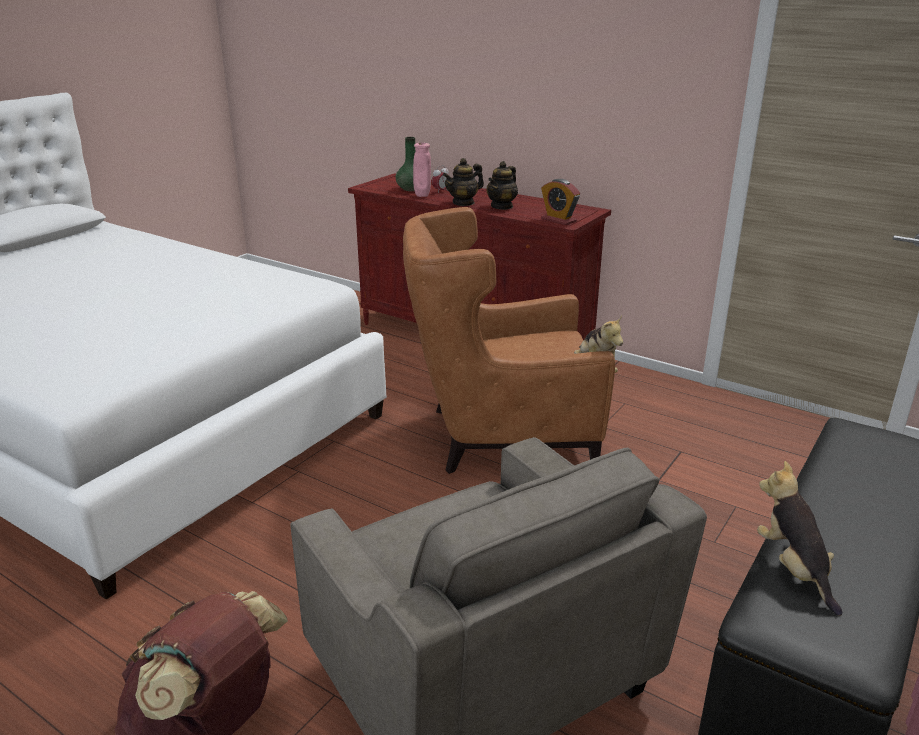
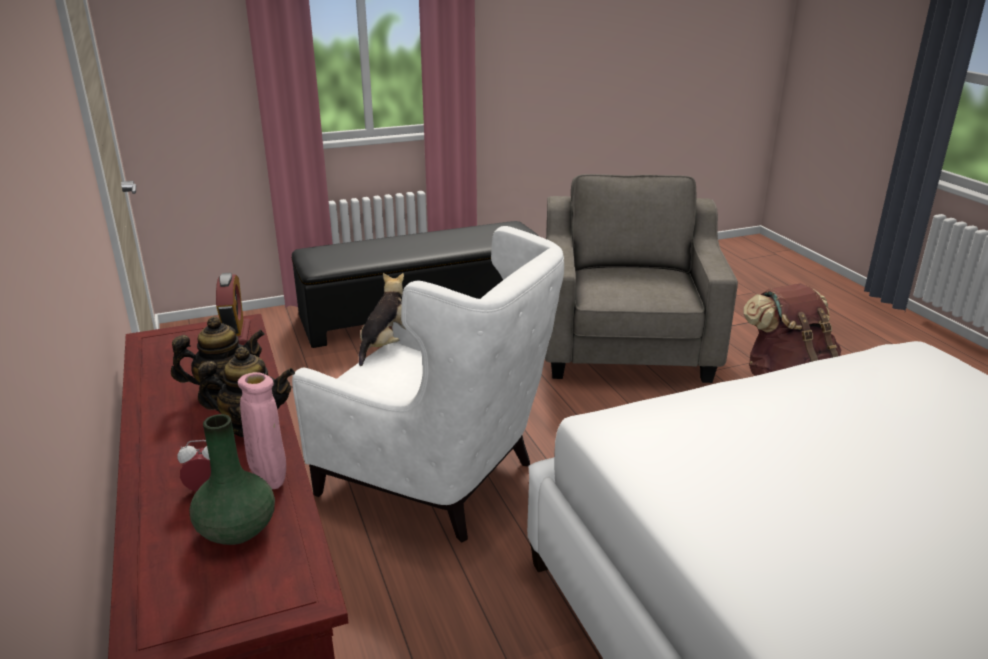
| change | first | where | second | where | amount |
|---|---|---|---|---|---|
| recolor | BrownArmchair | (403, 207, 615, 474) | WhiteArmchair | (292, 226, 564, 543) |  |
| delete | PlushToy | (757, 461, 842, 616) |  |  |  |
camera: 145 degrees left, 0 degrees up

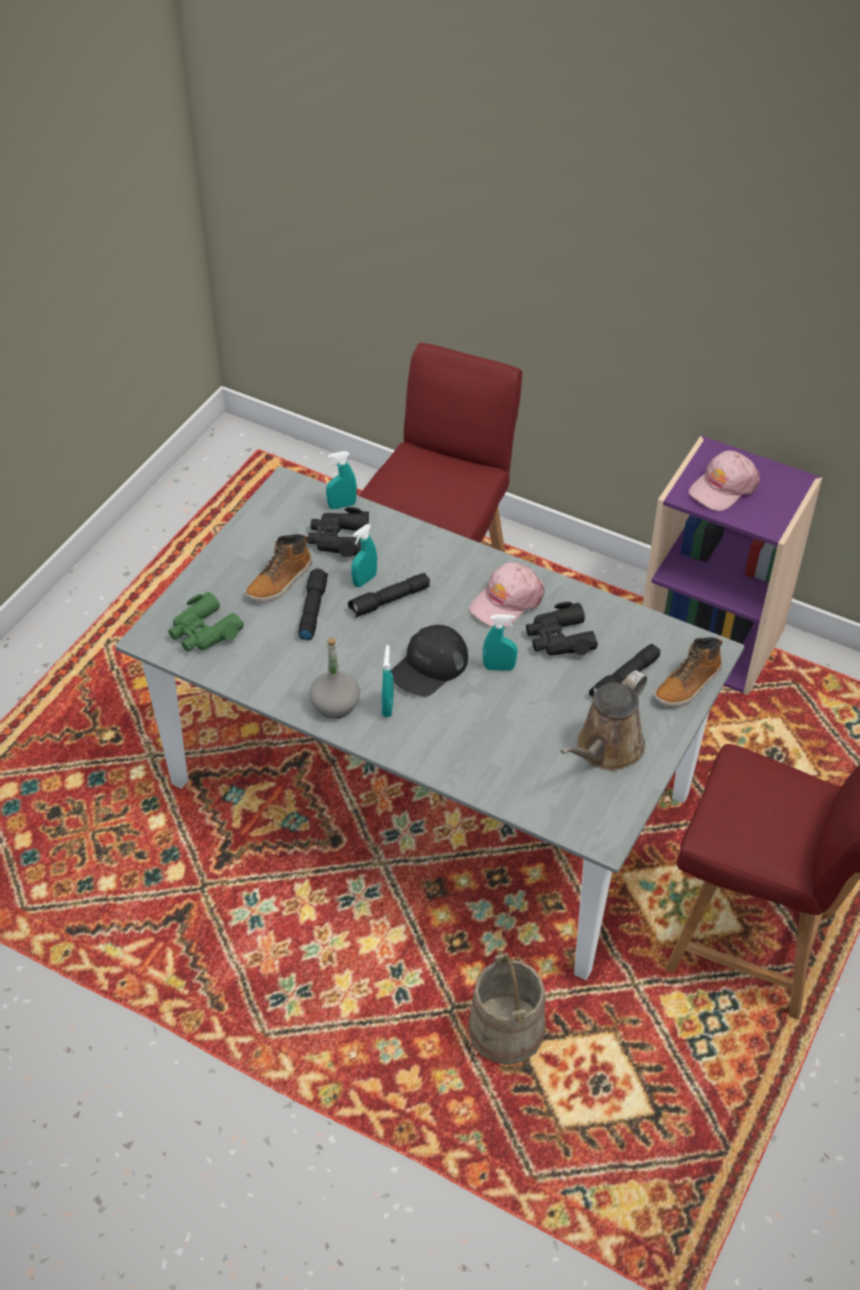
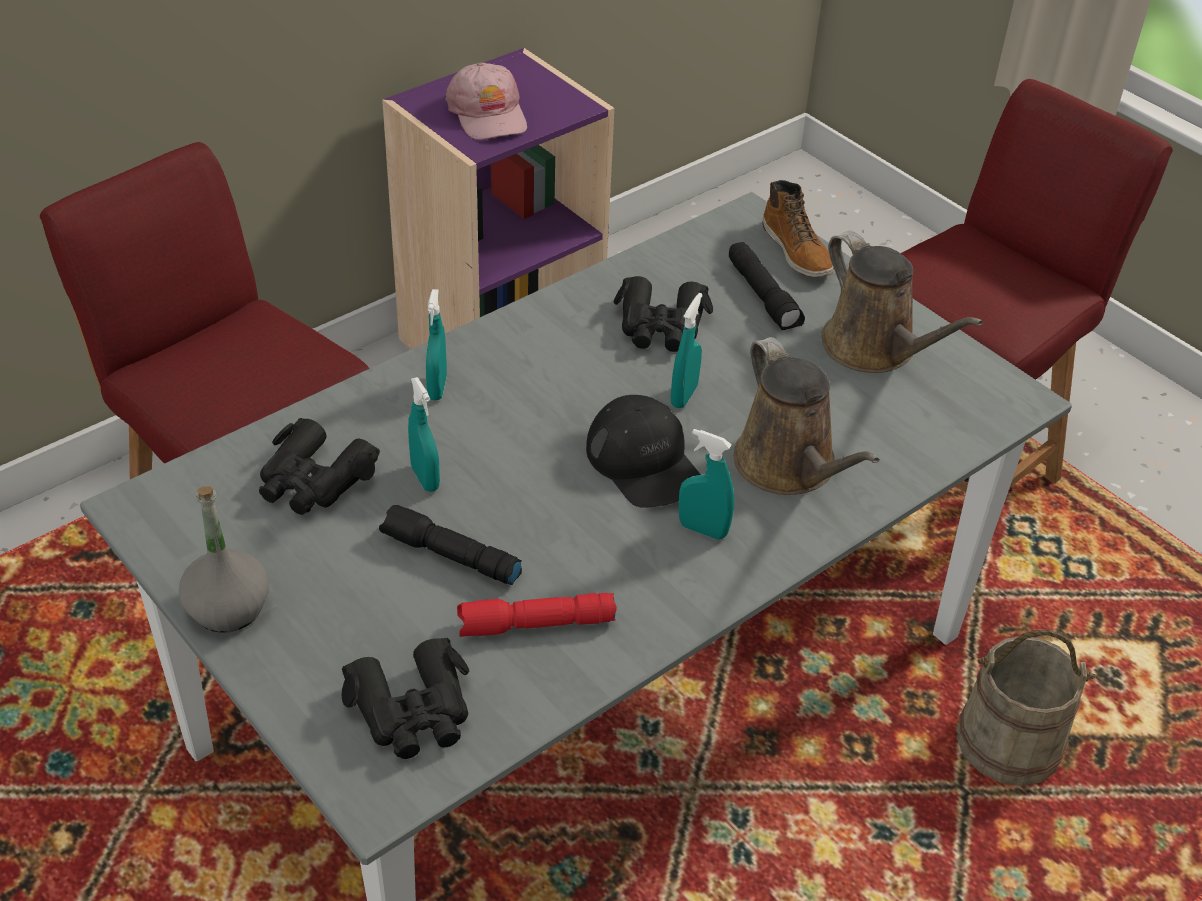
| change | first | where | second | where | amount |
|---|---|---|---|---|---|
| recolor | GreenBinoculars | (168, 592, 244, 651) | BlackBinoculars | (342, 638, 469, 759) |  |
| delete | Boot | (246, 534, 312, 602) |  |  |  |
| move | GreyBottle | (309, 638, 360, 719) |  | (179, 486, 269, 633) |  |
| move | TurquoiseSprayBottle | (326, 451, 357, 509) |  | (426, 289, 447, 400) |  |
| delete | BlackFlashlight | (348, 573, 430, 617) |  |  |  |
| delete | PinkCap | (469, 562, 545, 628) |  |  |  |
| insert |  |  | RedFlashlight | (457, 593, 617, 637) |  |
| insert |  |  | BrownWateringCan | (734, 337, 880, 495) |  |
camera: 70 degrees left, 5 degrees down

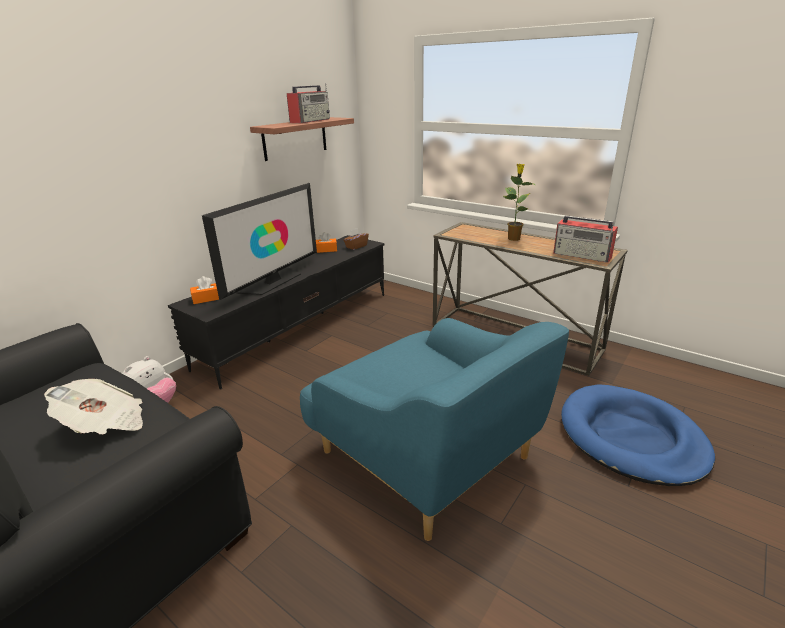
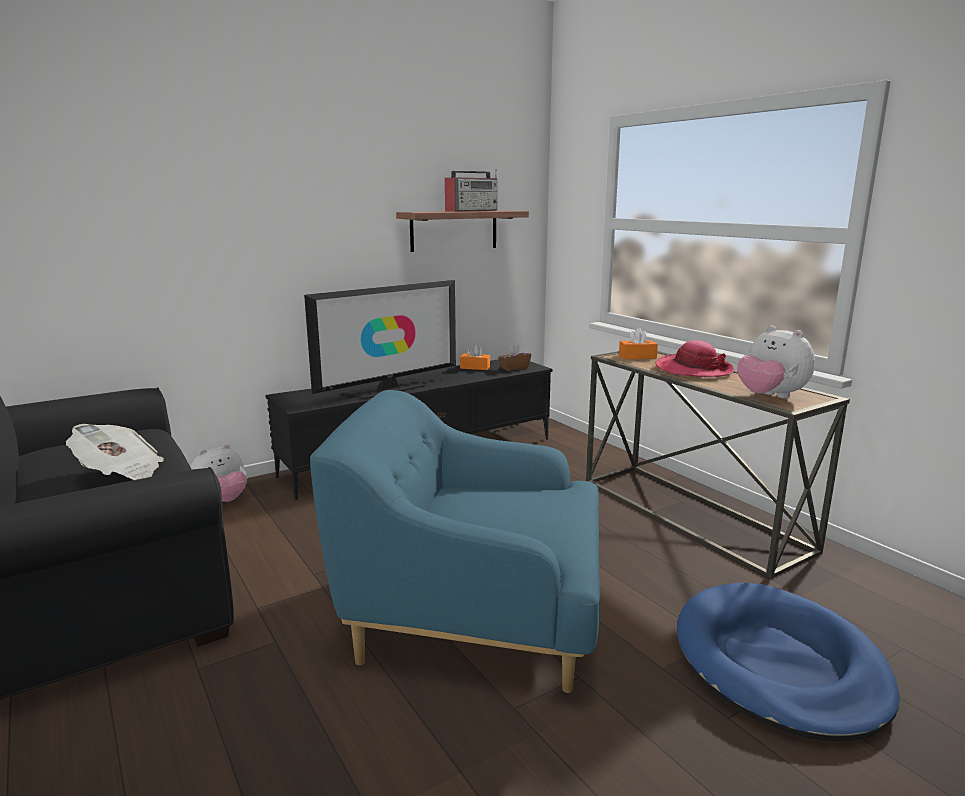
| change | first | where | second | where | amount |
|---|---|---|---|---|---|
| move | OrangeTissueBox | (190, 276, 219, 304) |  | (619, 328, 658, 359) |  |
| rotate | BlueArmchair | (300, 318, 569, 541) |  | (310, 390, 600, 693) | 120 degrees clockwise |
| replace | PottedPlant | (503, 164, 536, 241) | Hat | (655, 340, 734, 377) |  |
| replace | Radio | (553, 215, 618, 263) | PlushToy | (737, 326, 815, 399) |  |
camera: 20 degrees right, 10 degrees down

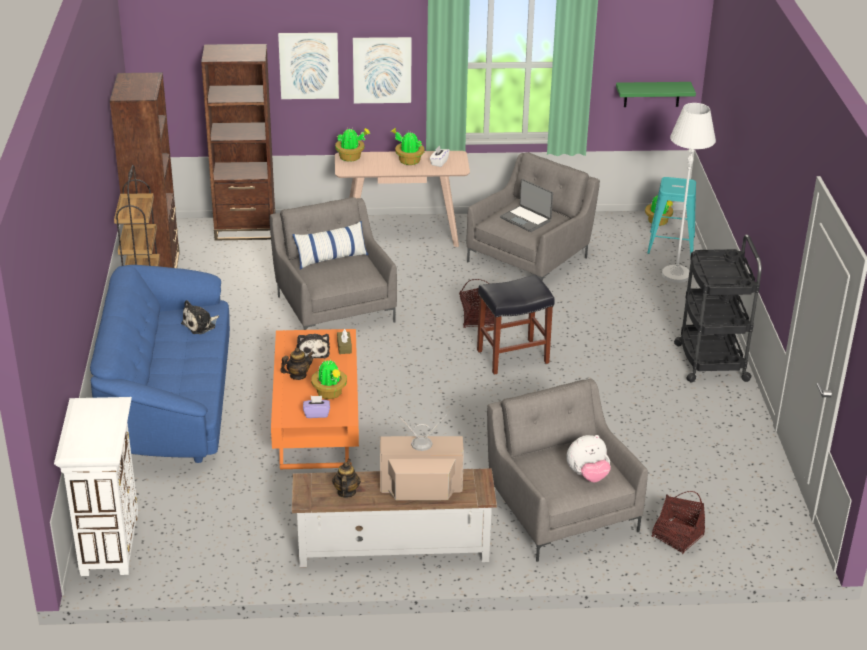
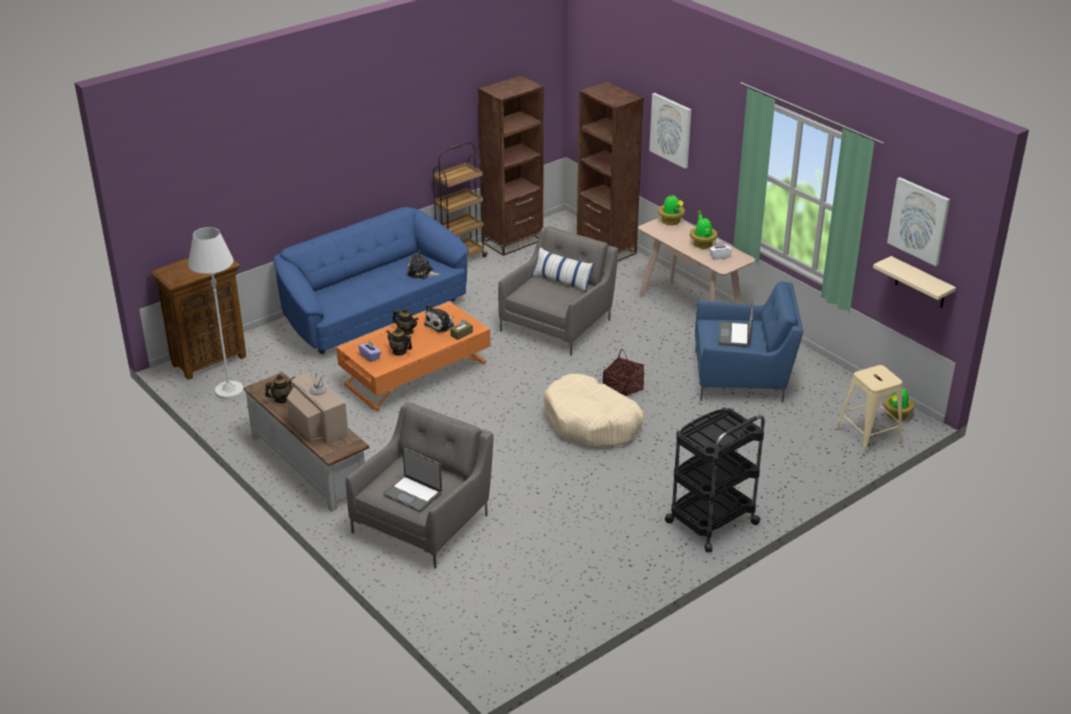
| change | first | where | second | where | amount |
|---|---|---|---|---|---|
| recolor | WhiteCabinet | (54, 397, 138, 576) | BrownCabinet | (149, 258, 246, 380) |  |
| replace | PottedPlant | (311, 358, 347, 399) | Teapot | (386, 328, 412, 356) |  |
| move | Picture | (353, 37, 412, 103) |  | (887, 177, 950, 266) |  |
| recolor | GreyArmchair | (467, 152, 600, 281) | BlueArmchair | (695, 281, 803, 402) |  |
| replace | BlackStool | (477, 275, 555, 375) | BeigeDogBed | (544, 374, 644, 447) |  |
| replace | PlushToy | (566, 435, 611, 482) | Laptop | (383, 448, 442, 512) |  |
| recolor | GreenShelf | (616, 82, 696, 107) | BeigeShelf | (873, 256, 956, 308) |  |
| recolor | TurquoiseStool | (647, 177, 696, 254) | BeigeStool | (835, 365, 903, 455) |  |
| delete | Basket | (652, 491, 705, 554) |  |  |  |
| move | WhiteFloorLamp | (662, 103, 716, 283) |  | (188, 227, 244, 400) |  |
camera: 55 degrees right, 0 degrees up

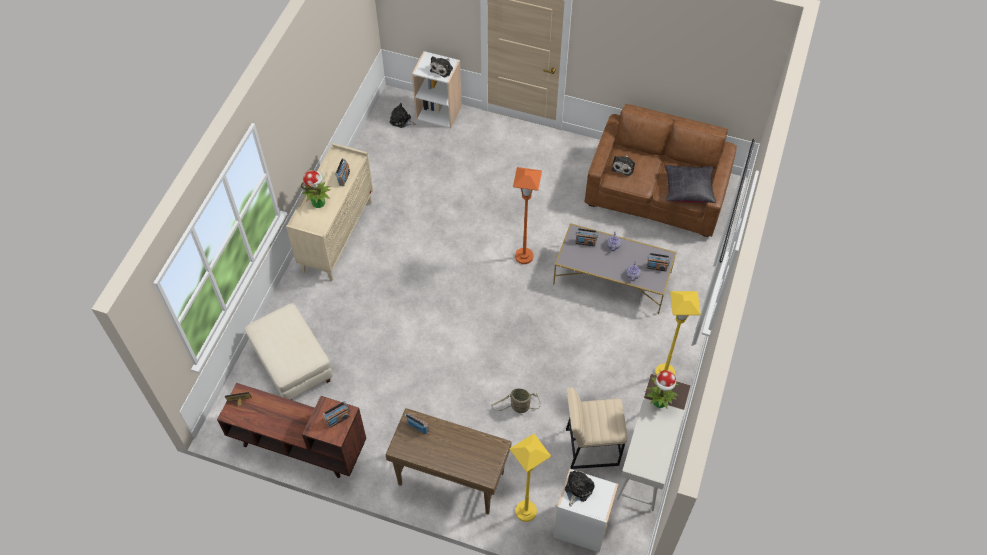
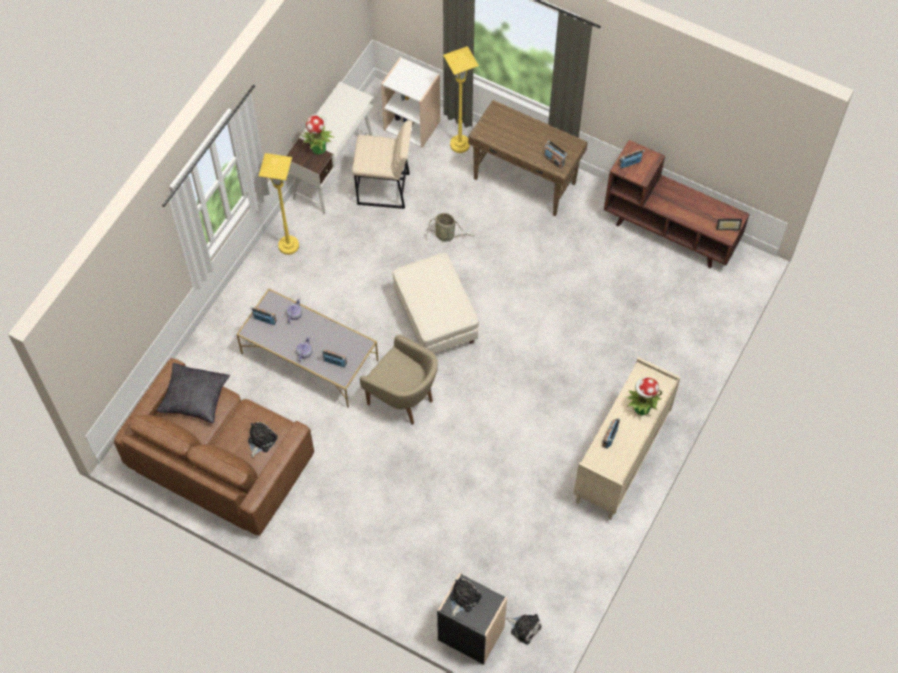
| change | first | where | second | where | amount |
|---|---|---|---|---|---|
| move | BeigeOttoman | (245, 303, 333, 400) |  | (393, 253, 479, 354) |  |
| recolor | WhiteBookcase | (412, 51, 462, 128) | BlackBookcase | (437, 573, 507, 665) |  |
| replace | OrangeFloorLamp | (513, 167, 542, 264) | BeigeArmchair | (360, 335, 438, 425) |  |
| delete | PlushToy | (565, 471, 595, 507) |  |  |  |
camera: 170 degrees left, 5 degrees up

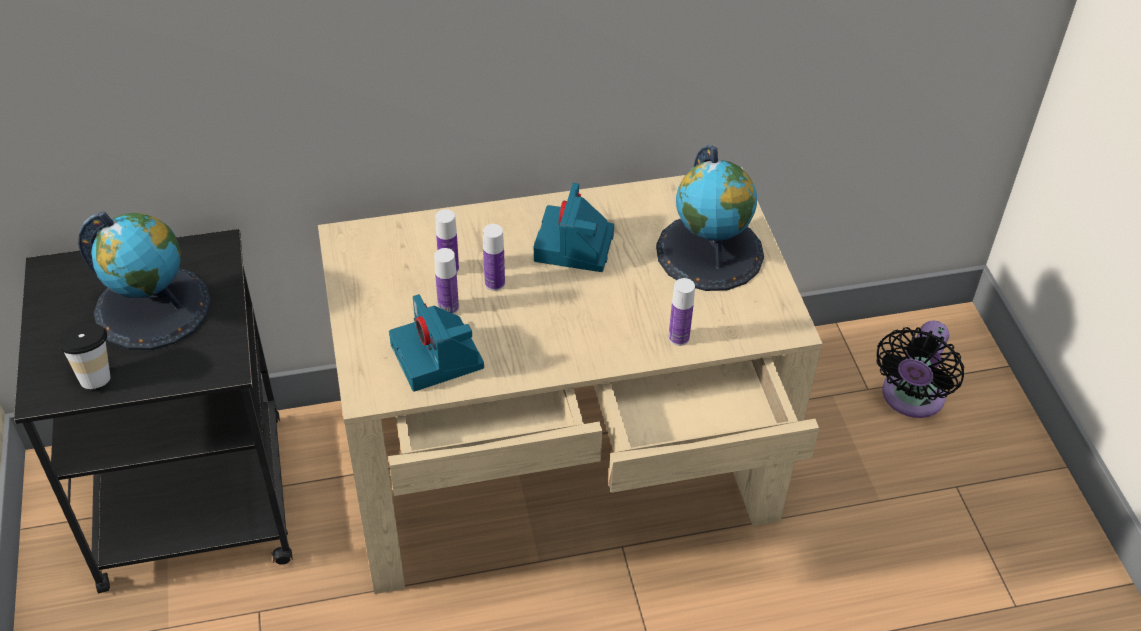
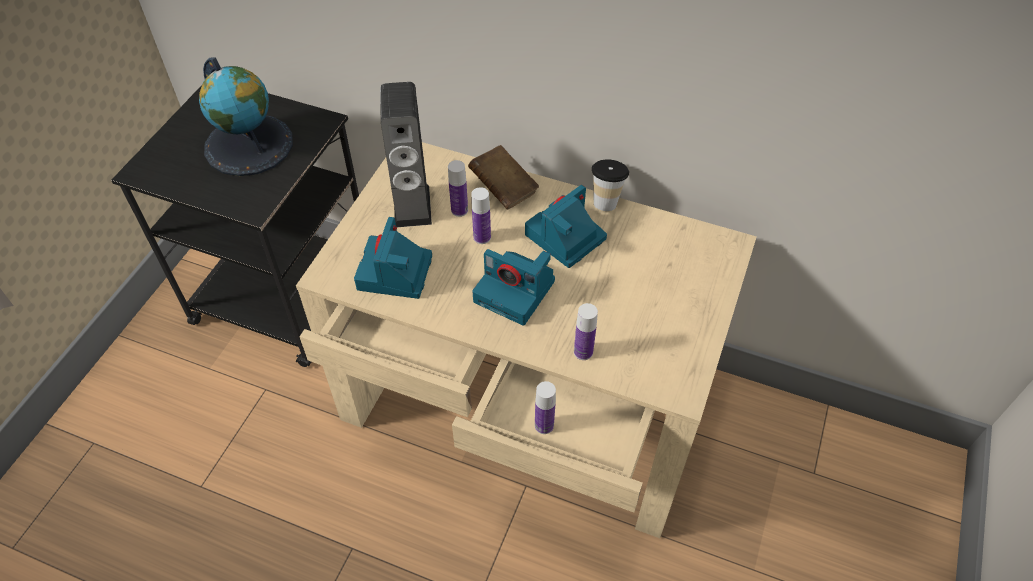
| change | first | where | second | where | amount |
|---|---|---|---|---|---|
| move | Cup | (57, 323, 111, 389) |  | (592, 159, 629, 211) |  |
| move | Bottle | (434, 248, 459, 314) |  | (535, 381, 556, 434) |  |
| delete | Globe | (656, 145, 764, 291) |  |  |  |
| delete | BlackFan | (877, 320, 964, 418) |  |  |  |
| insert |  |  | Speaker | (380, 82, 432, 227) |  |
| insert |  |  | BrownBook | (468, 145, 539, 209) |  |
| insert |  |  | PhotoCamera | (472, 249, 555, 326) |  |
camera: 35 degrees right, 5 degrees up

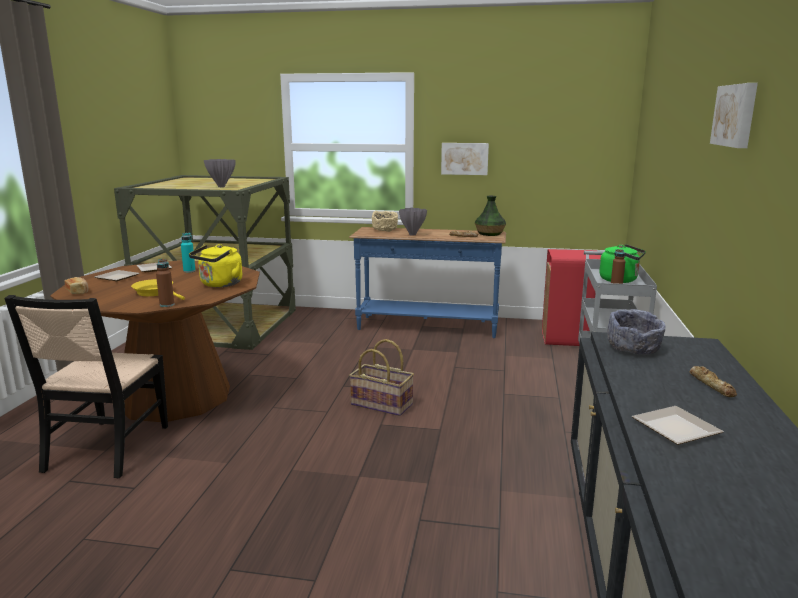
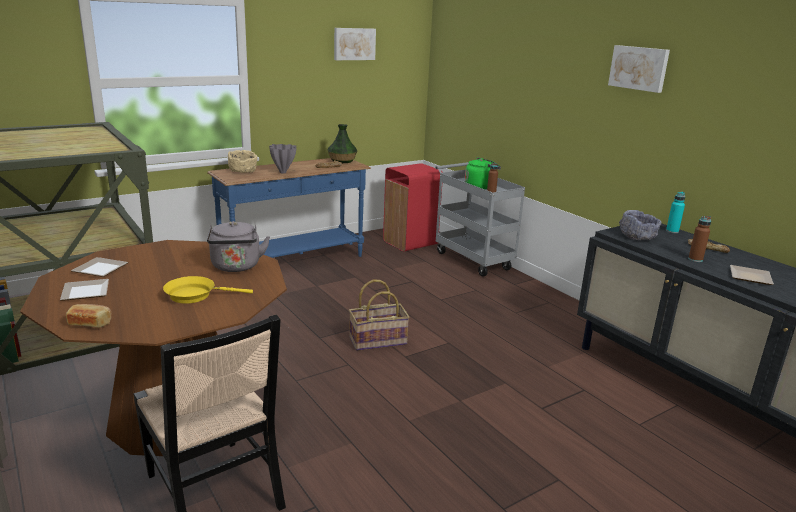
| change | first | where | second | where | amount |
|---|---|---|---|---|---|
| move | BrownBottle | (156, 259, 174, 307) |  | (688, 216, 712, 262) |  |
| move | TurquoiseBottle | (181, 233, 196, 273) |  | (666, 192, 685, 233) |  |
| recolor | YellowKettle | (189, 244, 242, 287) | GreyKettle | (207, 221, 270, 272) |  |
| delete | GreyVase | (204, 159, 236, 187) |  |  |  |
| move | Picture | (441, 143, 489, 175) |  | (334, 28, 376, 60) |  |
camera: 45 degrees left, 5 degrees up

